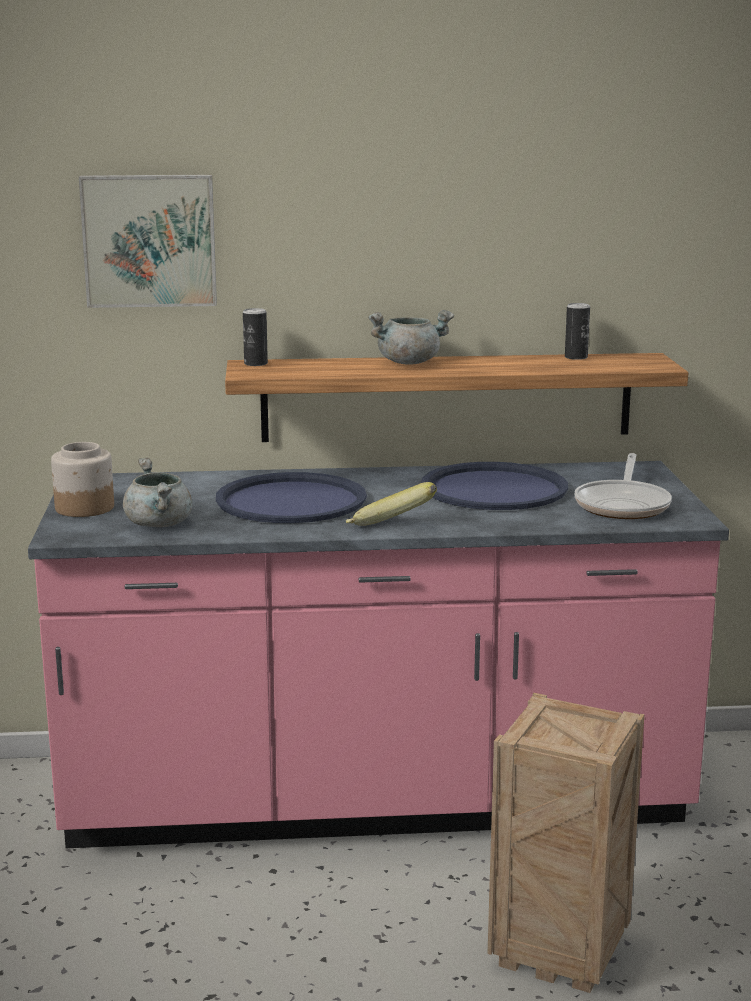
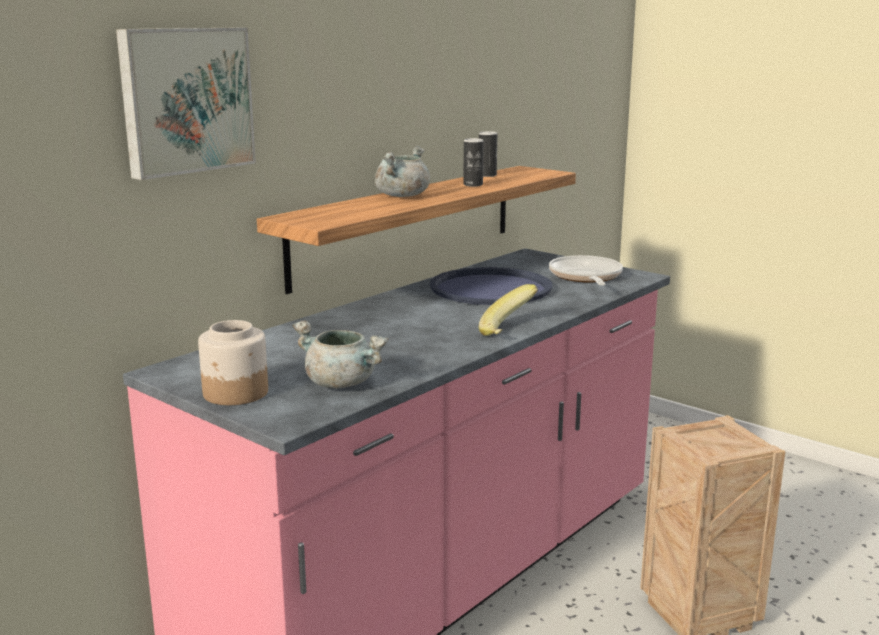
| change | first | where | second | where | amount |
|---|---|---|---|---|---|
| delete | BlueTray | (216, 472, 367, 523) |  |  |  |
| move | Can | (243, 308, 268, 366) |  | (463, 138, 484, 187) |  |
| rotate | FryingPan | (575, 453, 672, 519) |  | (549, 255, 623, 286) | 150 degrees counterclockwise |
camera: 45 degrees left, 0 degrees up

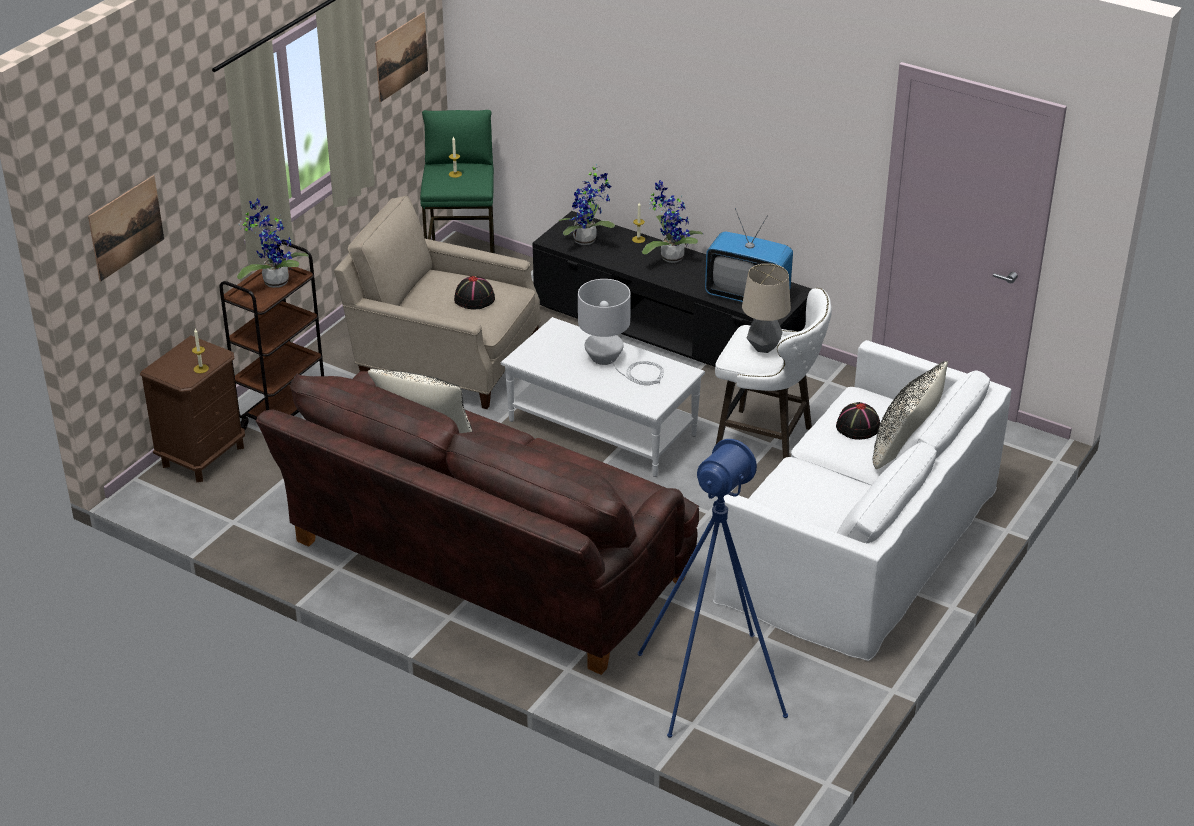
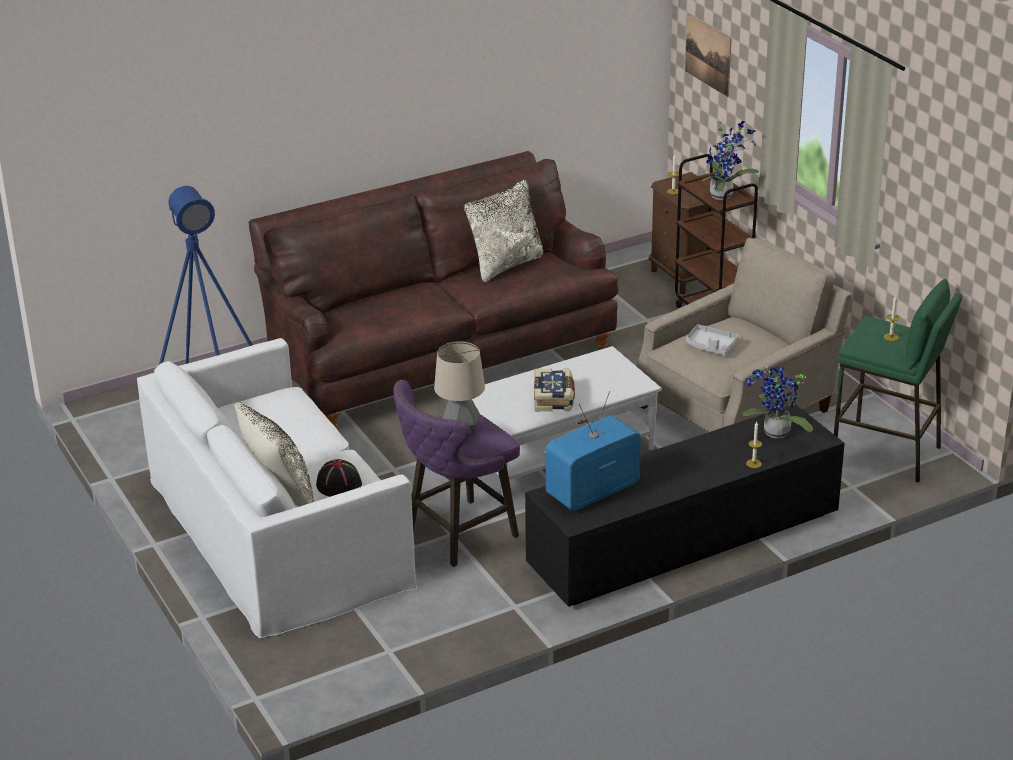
| change | first | where | second | where | amount |
|---|---|---|---|---|---|
| delete | Picture | (375, 12, 428, 102) |  |  |  |
| replace | BlackHat | (454, 276, 495, 309) | GreyTray | (686, 324, 739, 355) |  |
| replace | GreyTableLamp | (578, 279, 664, 385) | Book | (534, 368, 575, 411) |  |
| delete | PottedPlant | (642, 180, 704, 263) |  |  |  |
| recolor | WhiteStool | (715, 288, 832, 459) | PurpleStool | (393, 380, 520, 567) |  |
camera: 120 degrees right, 5 degrees down

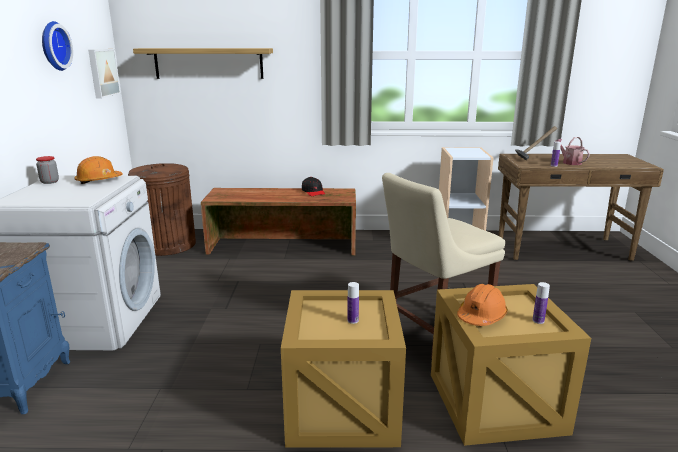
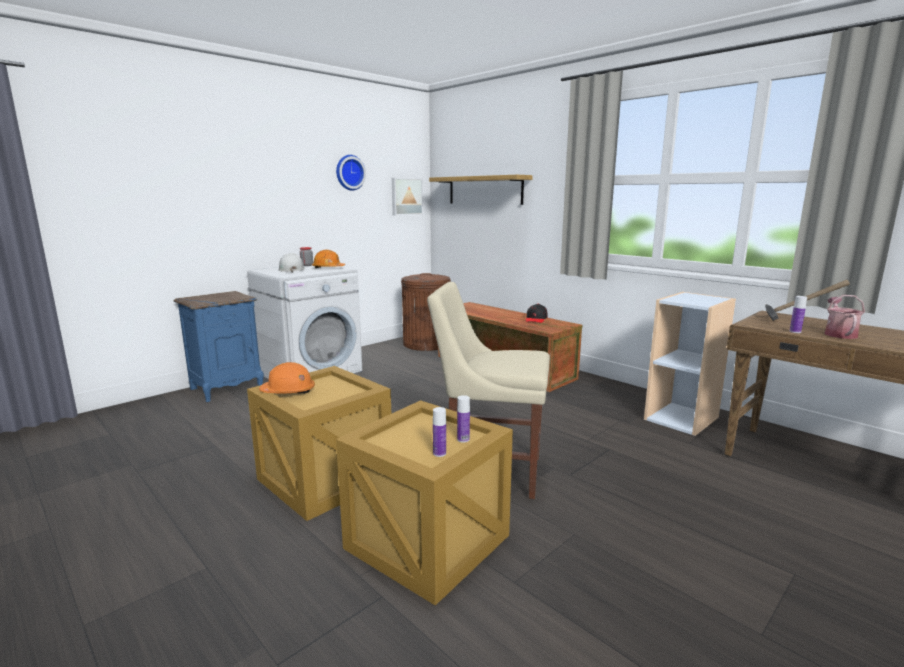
| change | first | where | second | where | amount |
|---|---|---|---|---|---|
| move | Bottle | (348, 282, 359, 324) |  | (457, 395, 470, 443) |  |
| move | OrangeHardHat | (457, 284, 508, 326) |  | (259, 362, 315, 394) |  |
| insert |  |  | WhiteHardHat | (278, 253, 305, 273) |  |
camera: 45 degrees right, 5 degrees down

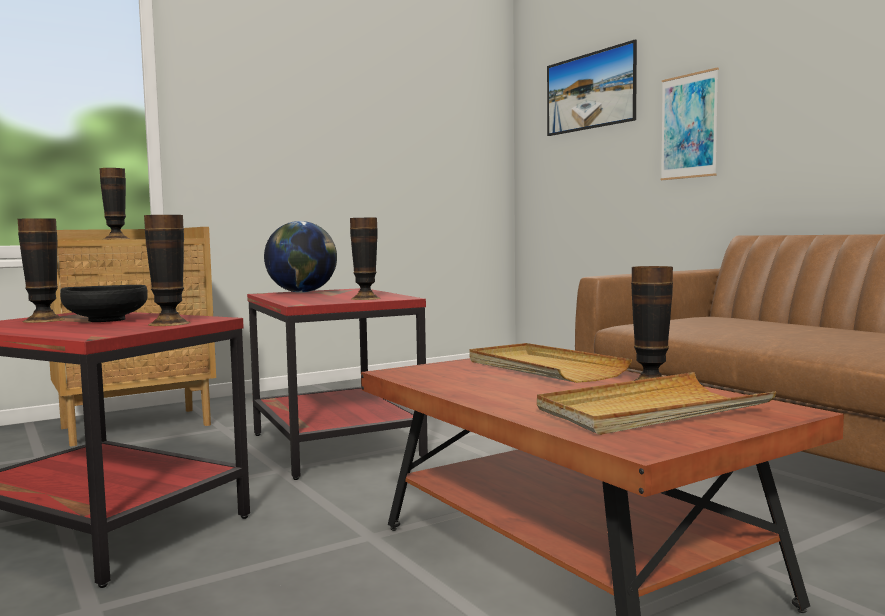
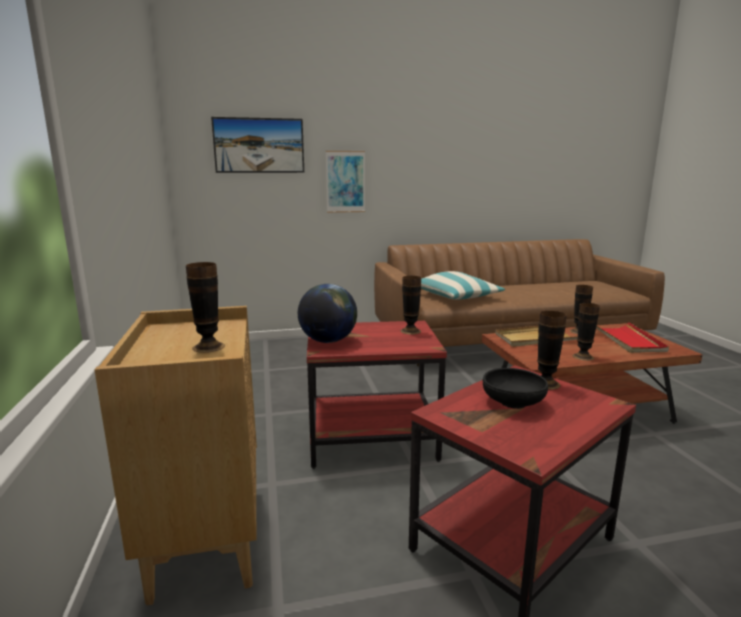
| change | first | where | second | where | amount |
|---|---|---|---|---|---|
| move | Vase | (18, 218, 65, 323) |  | (572, 303, 600, 361) |  |
| recolor | BeigeTray | (537, 372, 777, 435) | RedTray | (596, 322, 669, 353) |  |
| insert |  |  | Pillow | (421, 271, 505, 300) |  |
camera: 70 degrees left, 10 degrees up

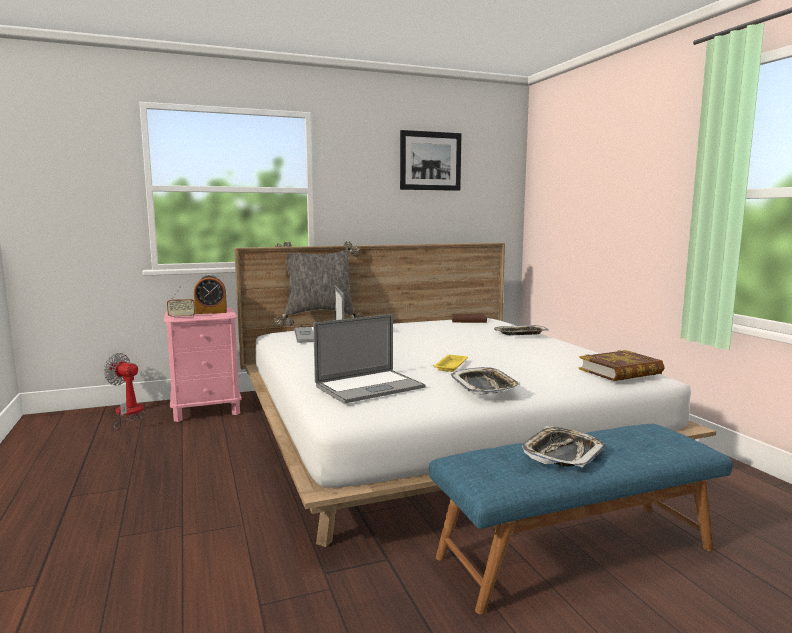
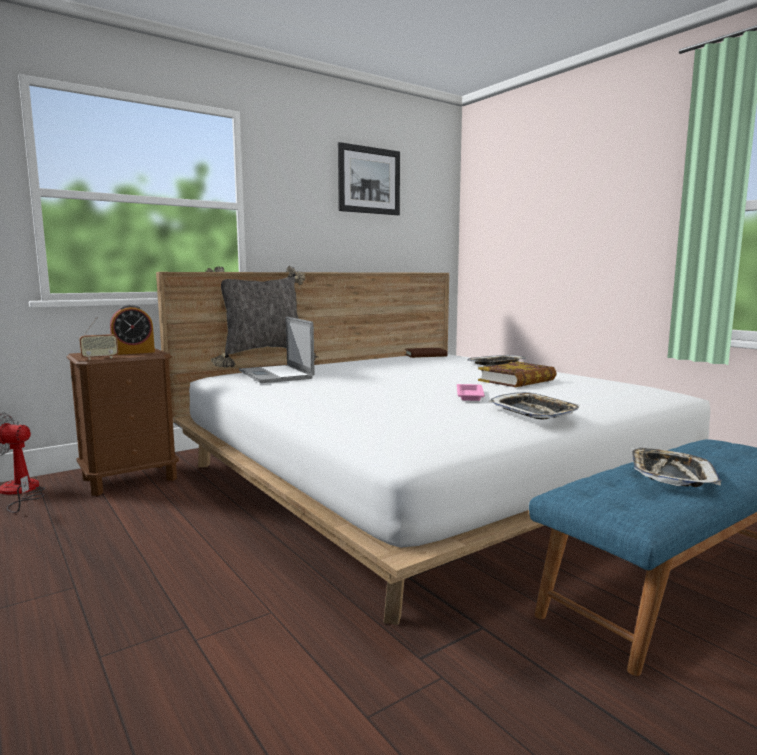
| change | first | where | second | where | amount |
|---|---|---|---|---|---|
| recolor | PinkNightstand | (164, 308, 242, 422) | BrownNightstand | (67, 348, 179, 496) |  |
| delete | Laptop | (313, 314, 425, 404) |  |  |  |
| recolor | YellowTray | (434, 355, 468, 372) | PinkTray | (457, 384, 485, 401) |  |
| move | Book | (579, 350, 665, 381) |  | (478, 362, 557, 387) |  |
camera: 15 degrees left, 0 degrees up

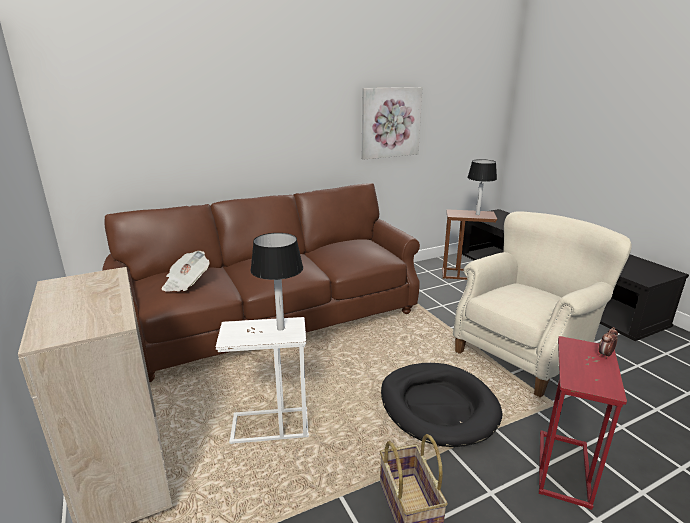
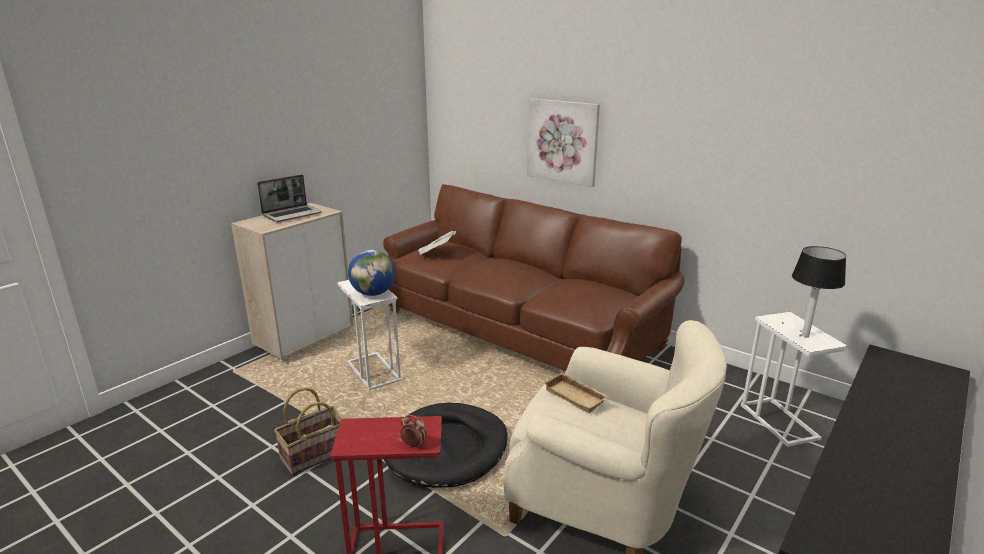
| change | first | where | second | where | amount |
|---|---|---|---|---|---|
| replace | TableLamp | (250, 233, 303, 331) | Globe | (348, 249, 395, 296) |  |
| move | Picture | (362, 87, 423, 160) |  | (527, 98, 600, 187) |  |
| recolor | BrownSideTable | (442, 209, 497, 280) | WhiteSideTable | (741, 312, 847, 447) |  |
| insert |  |  | Laptop | (257, 175, 322, 222) |  |
| insert |  |  | BeigeTray | (543, 372, 609, 413) |  |
camera: 65 degrees right, 0 degrees up

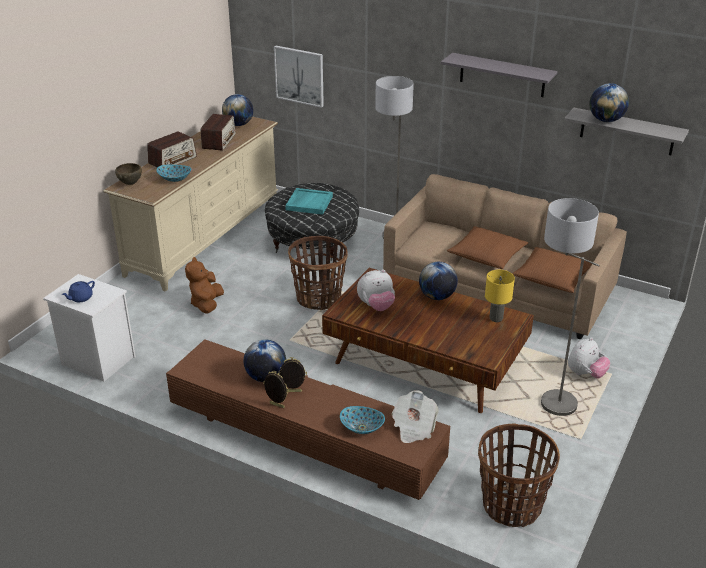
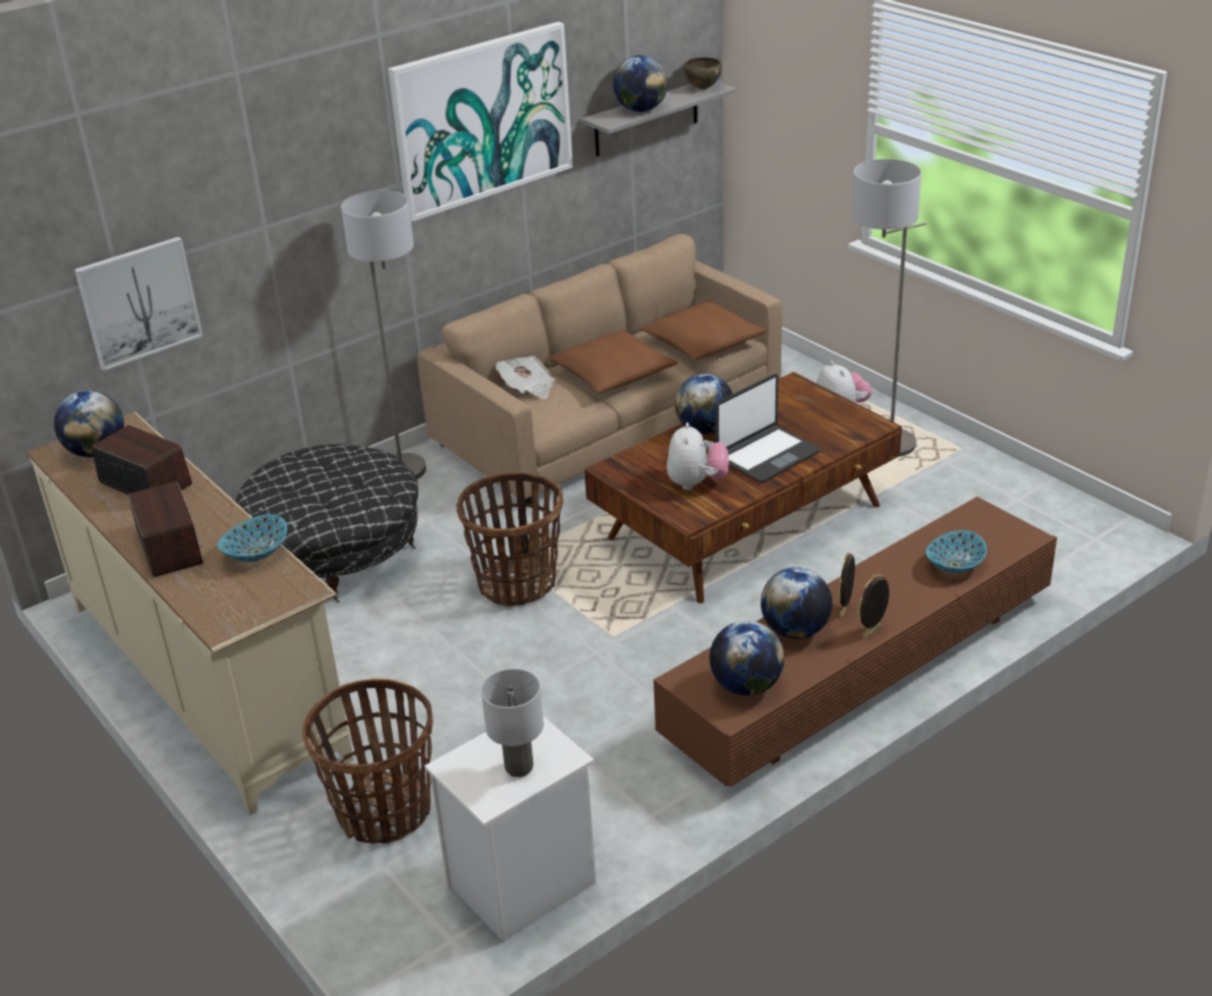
| change | first | where | second | where | amount |
|---|---|---|---|---|---|
| replace | BlueTeapot | (62, 281, 95, 302) | WhiteTableLamp | (481, 669, 544, 777) |  |
| move | BrownBowl | (115, 163, 142, 185) |  | (684, 57, 722, 89) |  |
| delete | BrownPlushToy | (185, 257, 224, 314) |  |  |  |
| delete | TurquoiseTray | (285, 188, 333, 215) |  |  |  |
| move | Newspaper | (392, 390, 439, 443) |  | (495, 356, 555, 399) |  |
| replace | GreyShelf | (441, 53, 557, 97) | Picture | (388, 22, 573, 222) |  |
| move | Basket | (478, 424, 560, 527) |  | (302, 678, 433, 844) |  |
| delete | YellowTableLamp | (485, 270, 515, 322) |  |  |  |
| insert |  |  | Globe | (709, 621, 784, 696) |  |
| insert |  |  | Laptop | (715, 374, 821, 483) |  |
camera: 65 degrees left, 0 degrees up

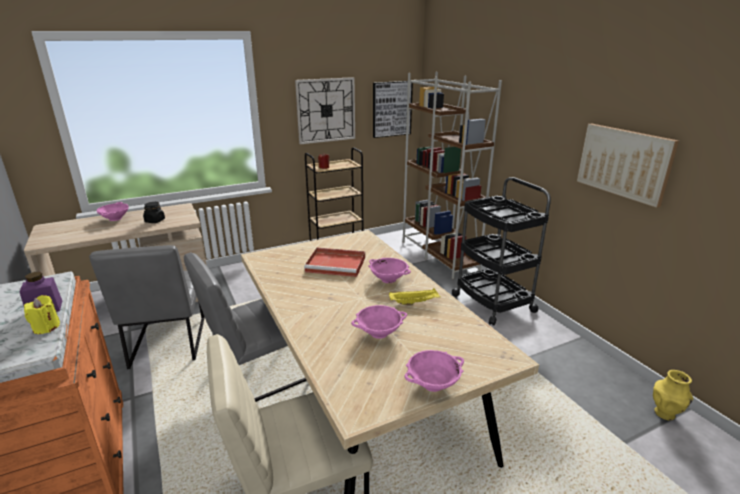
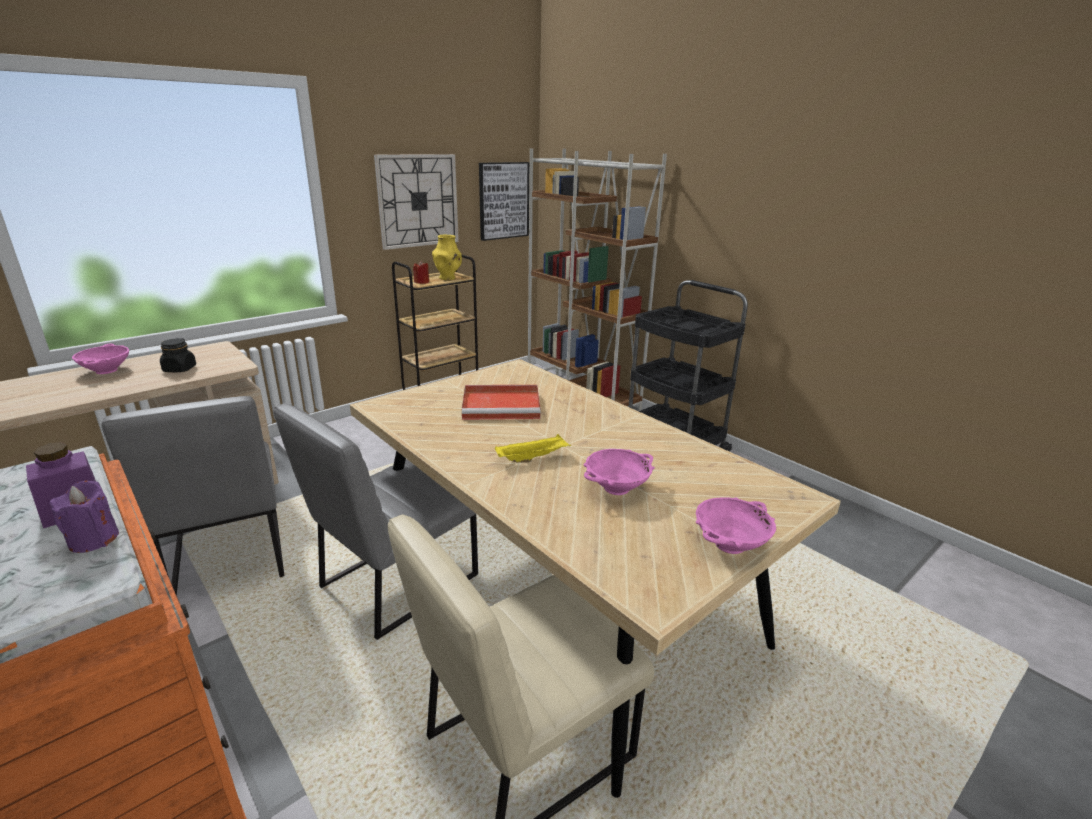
| change | first | where | second | where | amount |
|---|---|---|---|---|---|
| recolor | YellowCandle | (24, 295, 60, 334) | PurpleCandle | (50, 480, 119, 553) |  |
| delete | PinkBowl | (368, 258, 411, 283) |  |  |  |
| move | YellowTray | (389, 288, 441, 305) |  | (495, 434, 571, 463) |  |
| delete | Picture | (577, 124, 679, 208) |  |  |  |
| move | YellowVase | (653, 370, 693, 420) |  | (432, 235, 462, 280) |  |
camera: 15 degrees left, 0 degrees up

